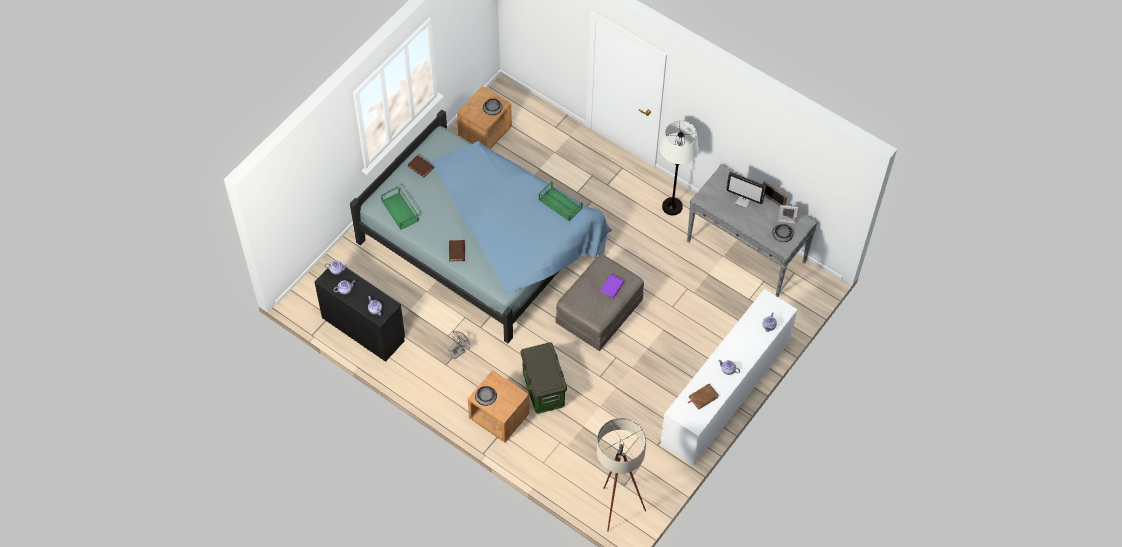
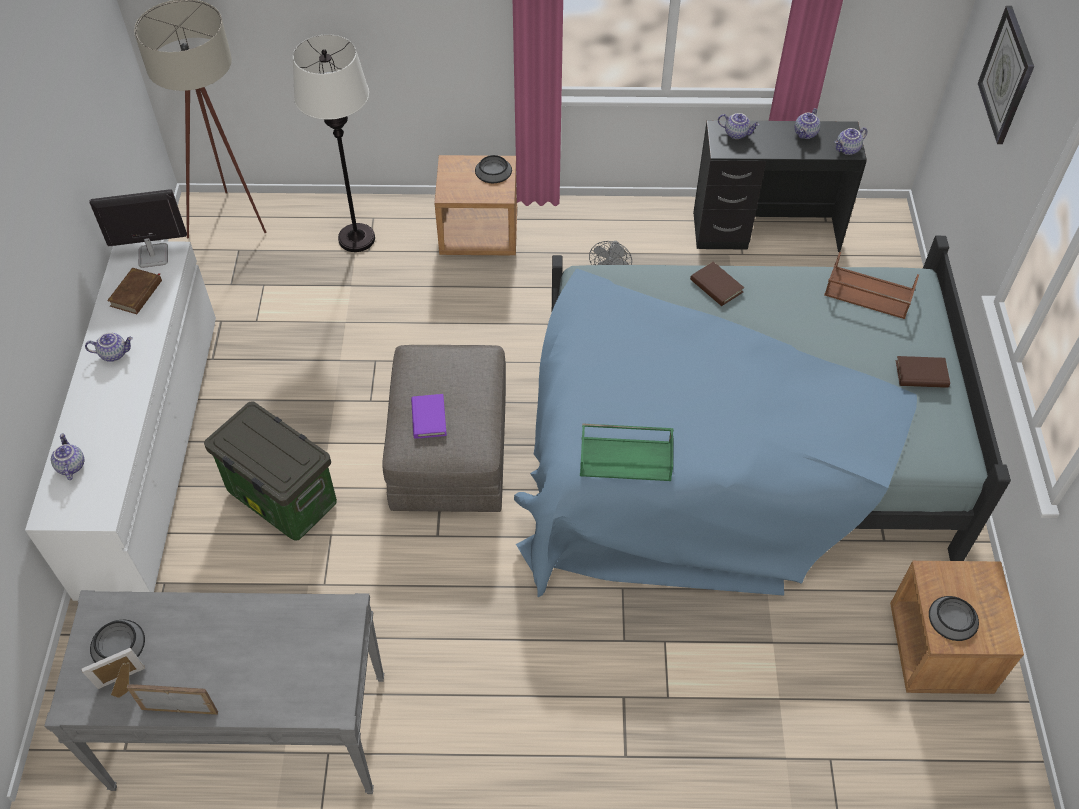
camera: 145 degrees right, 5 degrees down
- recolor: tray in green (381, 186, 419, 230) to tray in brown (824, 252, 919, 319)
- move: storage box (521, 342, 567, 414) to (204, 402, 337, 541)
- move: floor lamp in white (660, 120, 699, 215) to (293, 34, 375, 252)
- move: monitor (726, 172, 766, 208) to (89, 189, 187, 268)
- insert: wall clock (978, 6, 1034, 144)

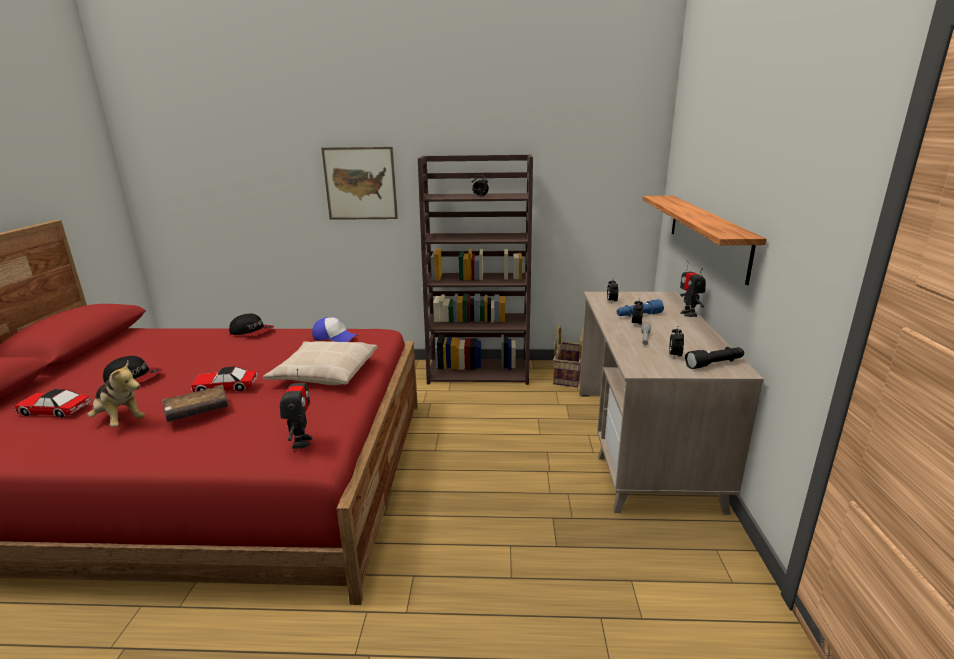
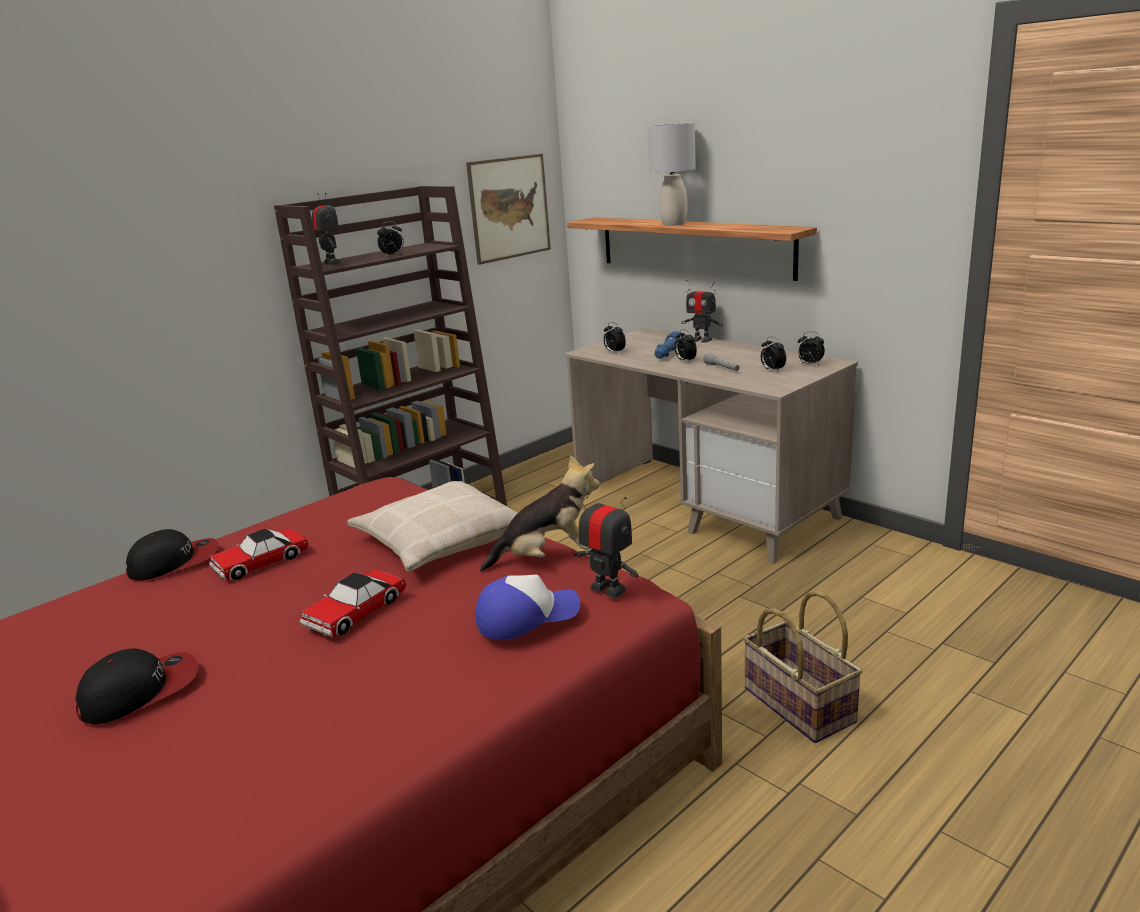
camera: 45 degrees left, 0 degrees up
- move: toy car (14, 389, 92, 418) to (209, 528, 309, 580)
- move: plush toy (87, 361, 145, 427) to (480, 455, 600, 572)
- delete: book in brown (162, 385, 229, 422)
- move: cap (312, 317, 358, 342) to (475, 575, 580, 640)
- move: picture (321, 147, 398, 220) to (466, 154, 551, 265)
- move: basket (553, 326, 583, 387) to (743, 591, 863, 743)
- replace: flashlight in black (685, 347, 744, 369) to alarm clock (798, 332, 825, 365)
- insert: toy robot (312, 193, 343, 265)
- insert: table lamp in grey (648, 122, 696, 226)

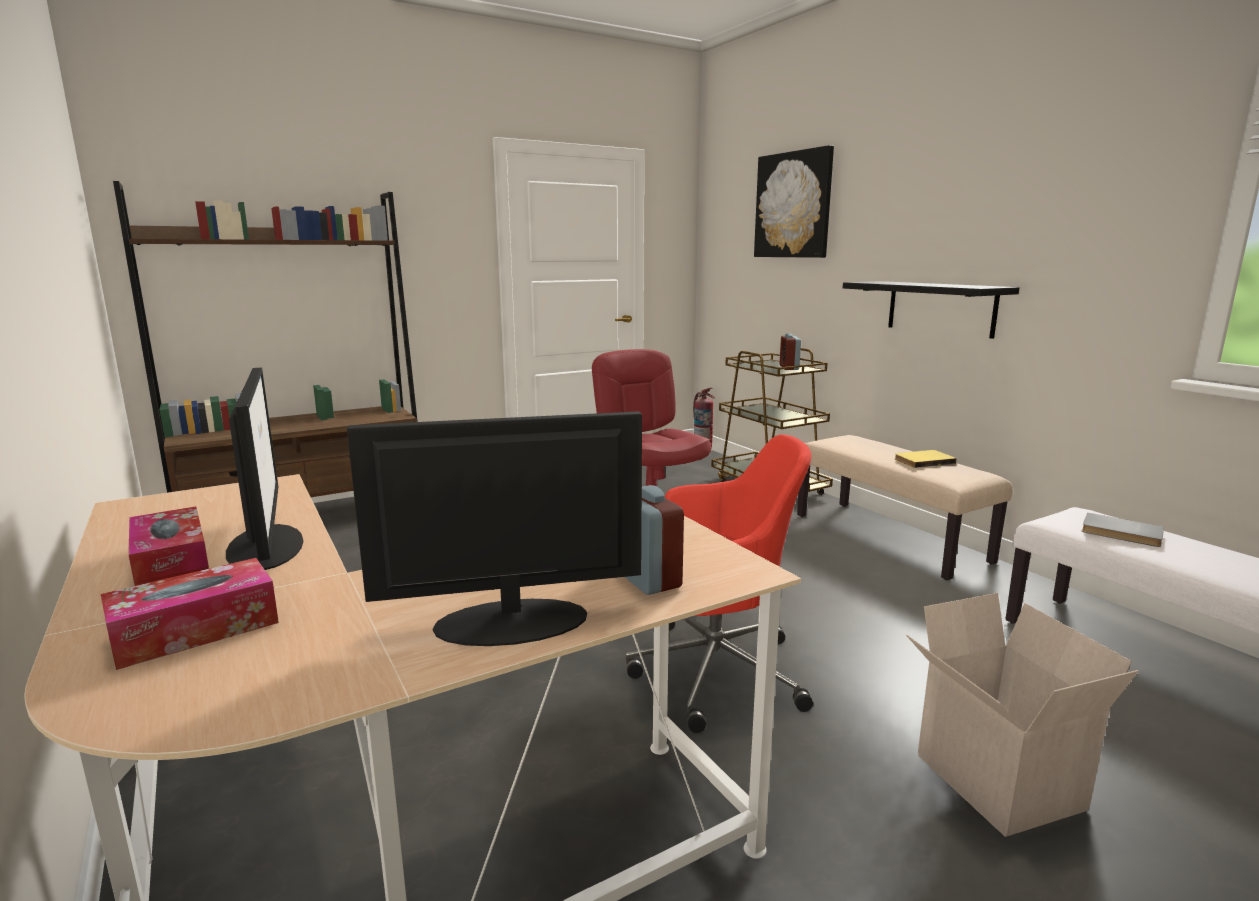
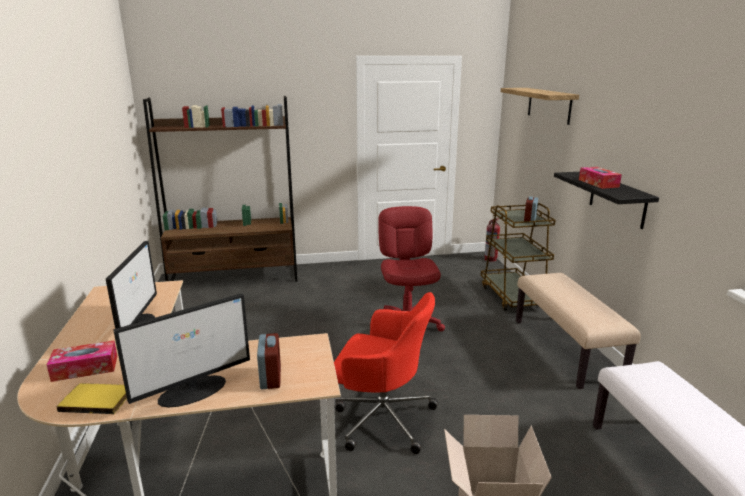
camera: 20 degrees right, 5 degrees up
- move: tissue box (128, 506, 209, 586) to (579, 167, 622, 189)
- rotate: monitor (347, 411, 642, 646) = (113, 293, 250, 408) 135 degrees clockwise
- replace: picture (754, 145, 834, 258) to shelf (501, 88, 579, 125)
- move: book in yellow (894, 450, 957, 468) to (56, 383, 127, 414)
- delete: book in grey (1082, 513, 1164, 547)

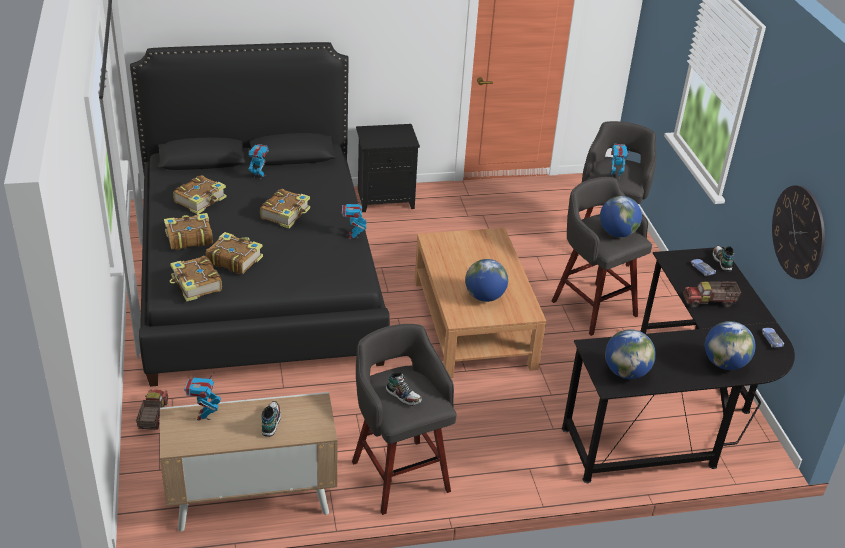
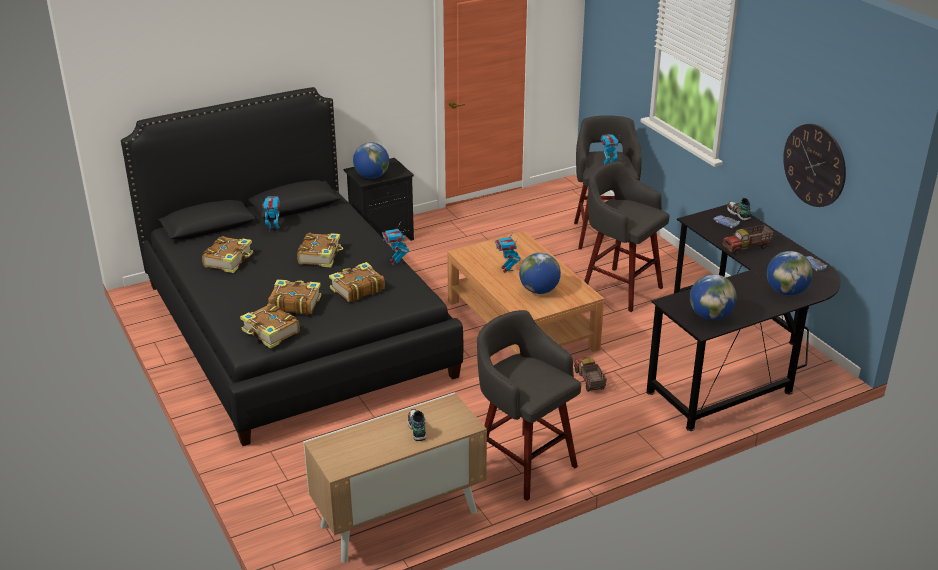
camera: 15 degrees left, 5 degrees down
- move: toy truck (136, 390, 168, 430) to (574, 358, 607, 392)
- move: book (164, 213, 213, 250) to (329, 262, 385, 302)
- move: toy robot (184, 371, 221, 420) to (495, 232, 521, 273)
- delete: shoe (386, 372, 422, 406)
- move: globe (600, 196, 642, 237) to (353, 142, 389, 179)

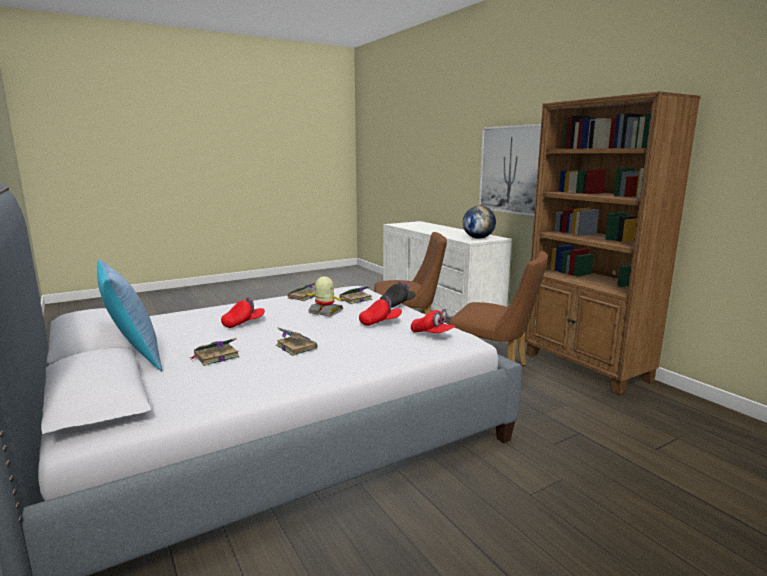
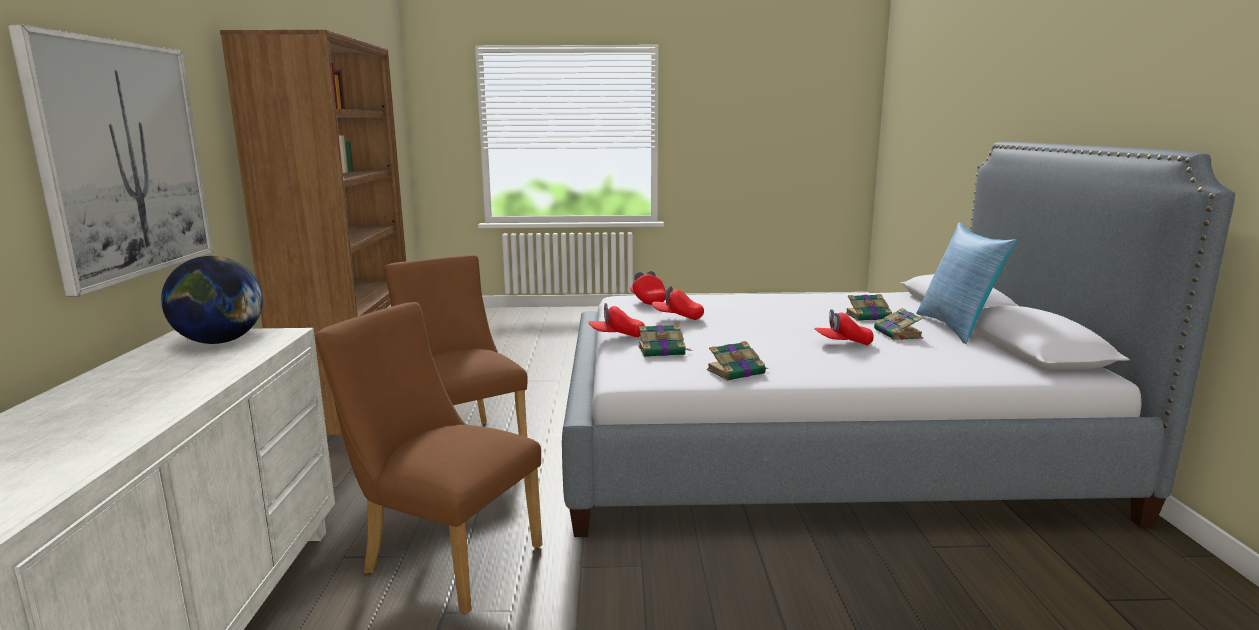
camera: 150 degrees left, 0 degrees up
- move: book (276, 327, 318, 356) to (874, 308, 923, 340)
- delete: toy robot (305, 276, 344, 317)
- recolor: cap in black (380, 281, 416, 308) to cap in red (588, 303, 645, 337)

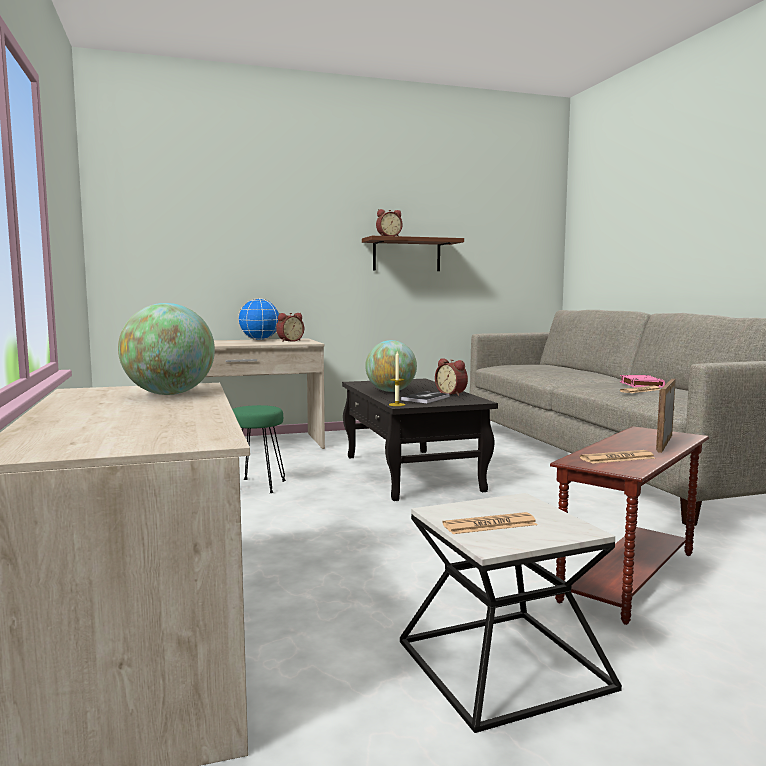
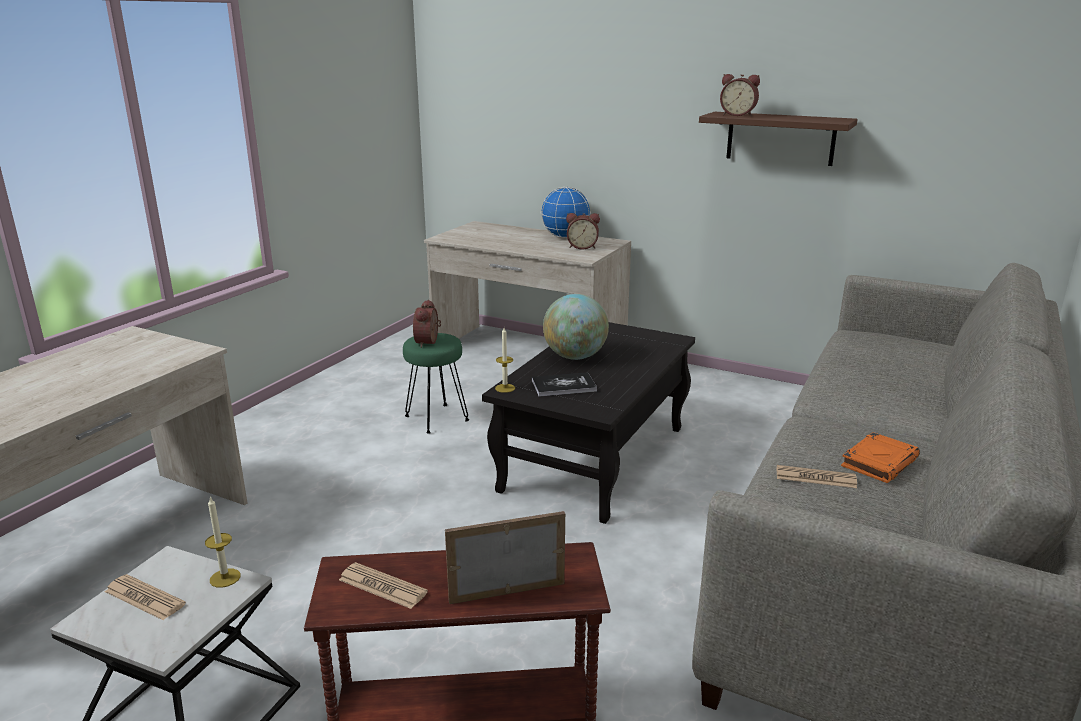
camera: 45 degrees right, 15 degrees up
- delete: globe (118, 303, 215, 395)
- move: alarm clock (435, 358, 468, 396) to (413, 299, 441, 348)
- recolor: book in pink (620, 375, 665, 387) to book in orange (841, 432, 920, 483)
- insert: candle (205, 496, 241, 588)

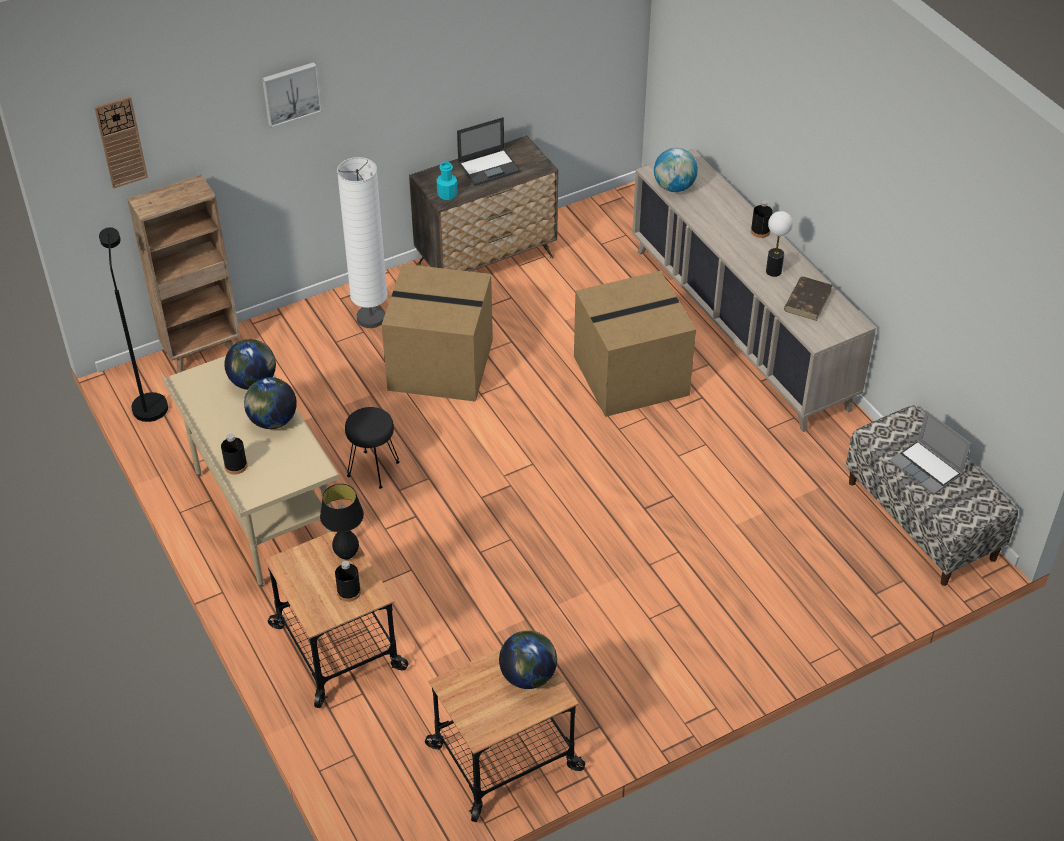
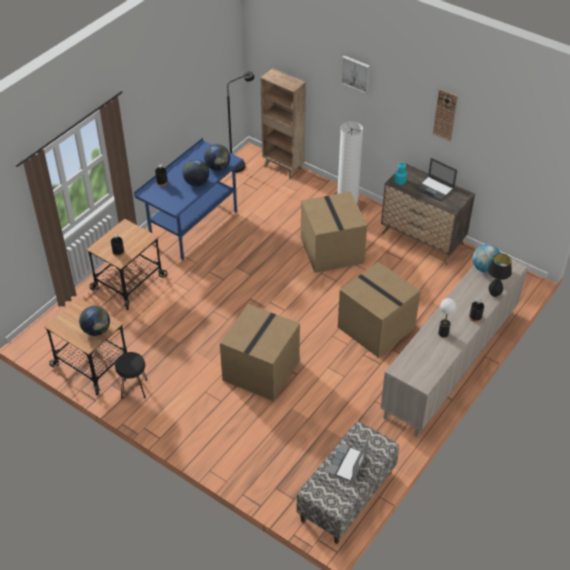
camera: 65 degrees right, 0 degrees up
- move: wall clock (94, 96, 148, 188) to (433, 89, 458, 141)
- recolor: desk in beige (162, 356, 340, 587) to desk in blue (134, 138, 243, 261)
- move: table lamp in black (320, 484, 364, 560) to (488, 254, 512, 297)
- move: stool in black (345, 407, 400, 489) to (115, 352, 148, 399)
- delete: book in brown (784, 276, 833, 321)
- insert: cardboard box (220, 304, 300, 401)

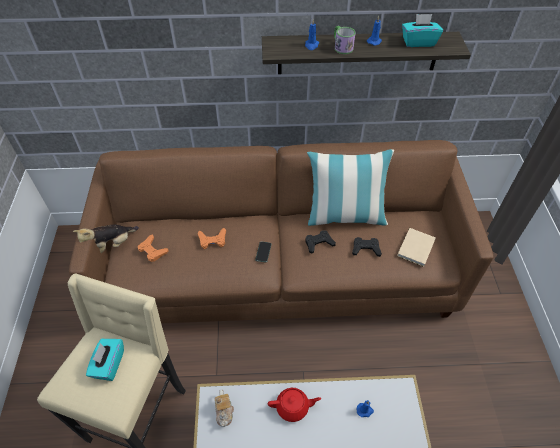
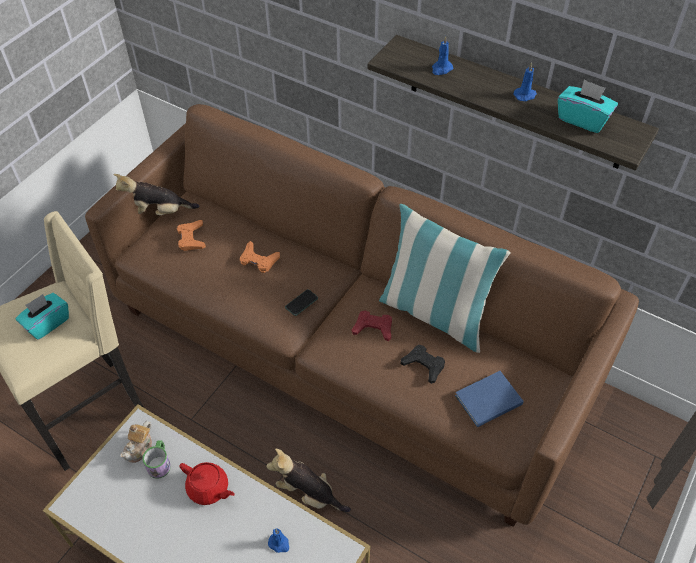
camera: 35 degrees right, 0 degrees up
- recolor: game controller in black (305, 230, 336, 254) to game controller in red (352, 311, 392, 341)
- move: mug (334, 26, 356, 54) to (142, 440, 171, 479)
- recolor: book in beige (397, 228, 436, 267) to book in blue (455, 371, 524, 427)
- insert: plush toy (266, 449, 351, 512)

